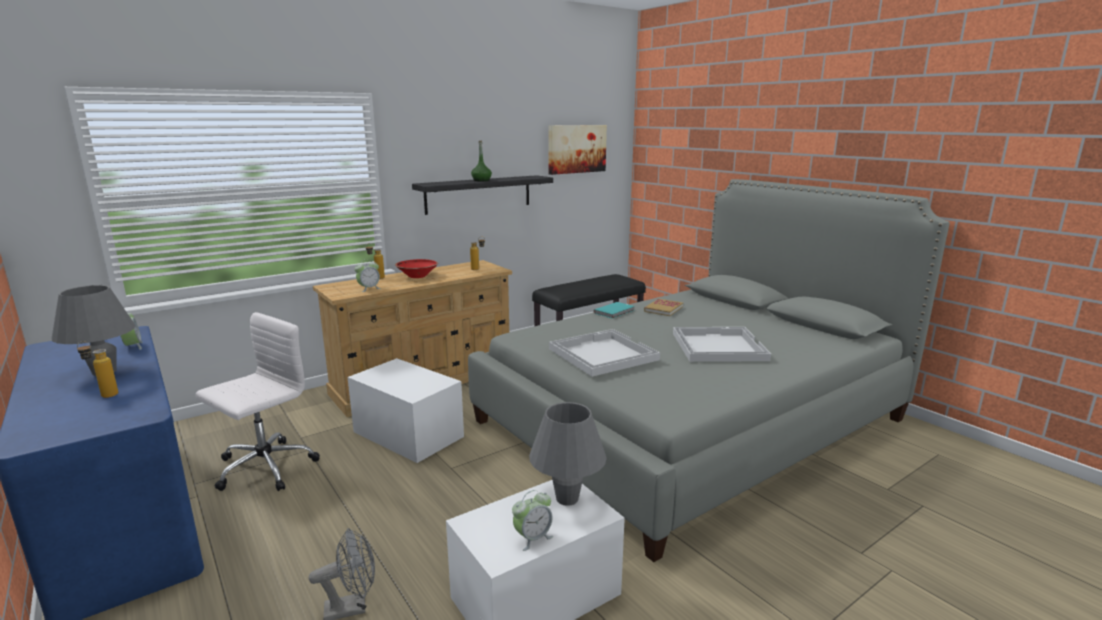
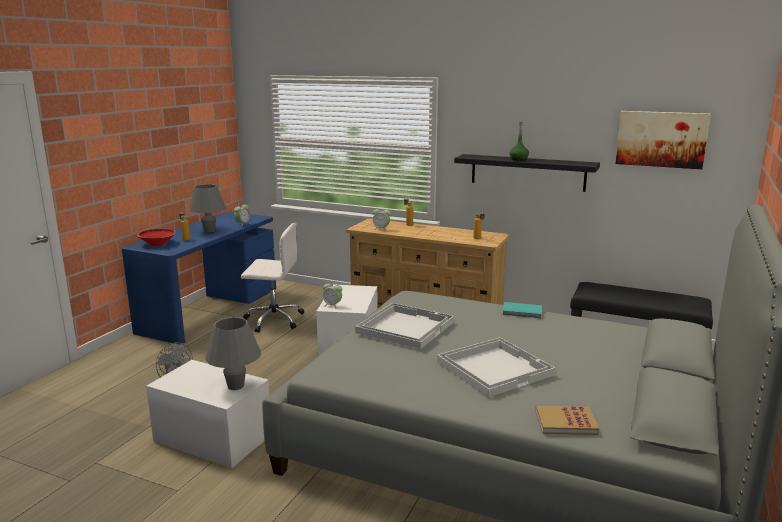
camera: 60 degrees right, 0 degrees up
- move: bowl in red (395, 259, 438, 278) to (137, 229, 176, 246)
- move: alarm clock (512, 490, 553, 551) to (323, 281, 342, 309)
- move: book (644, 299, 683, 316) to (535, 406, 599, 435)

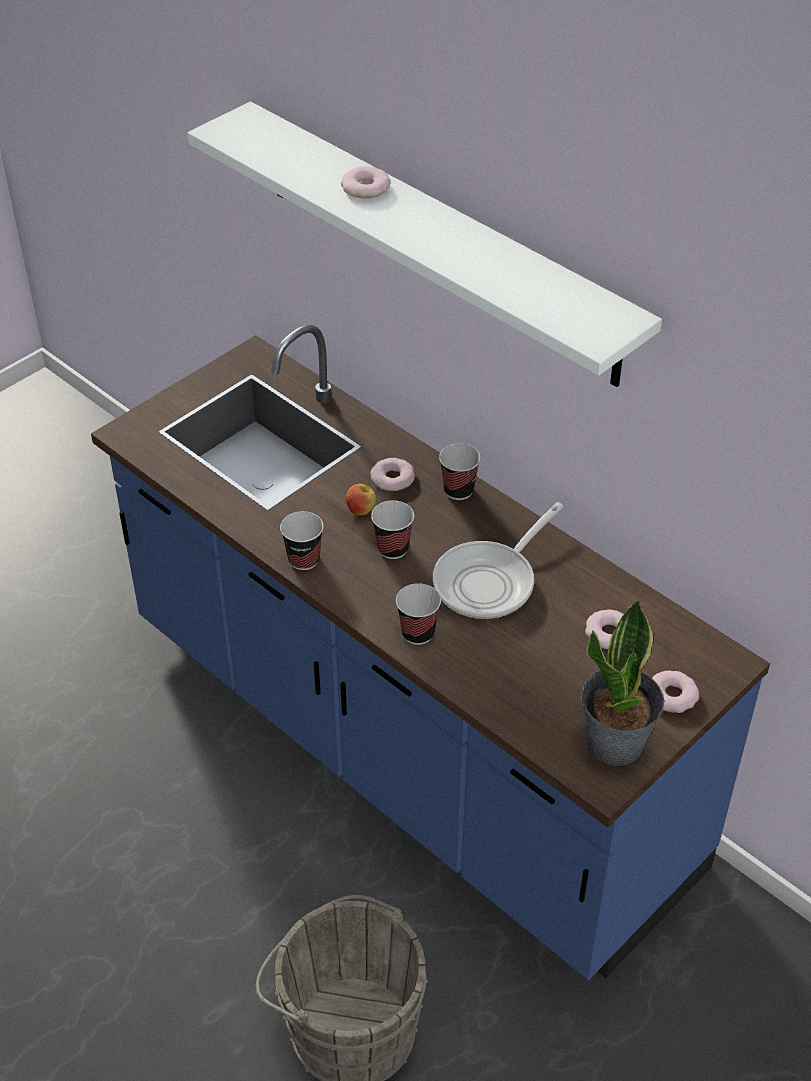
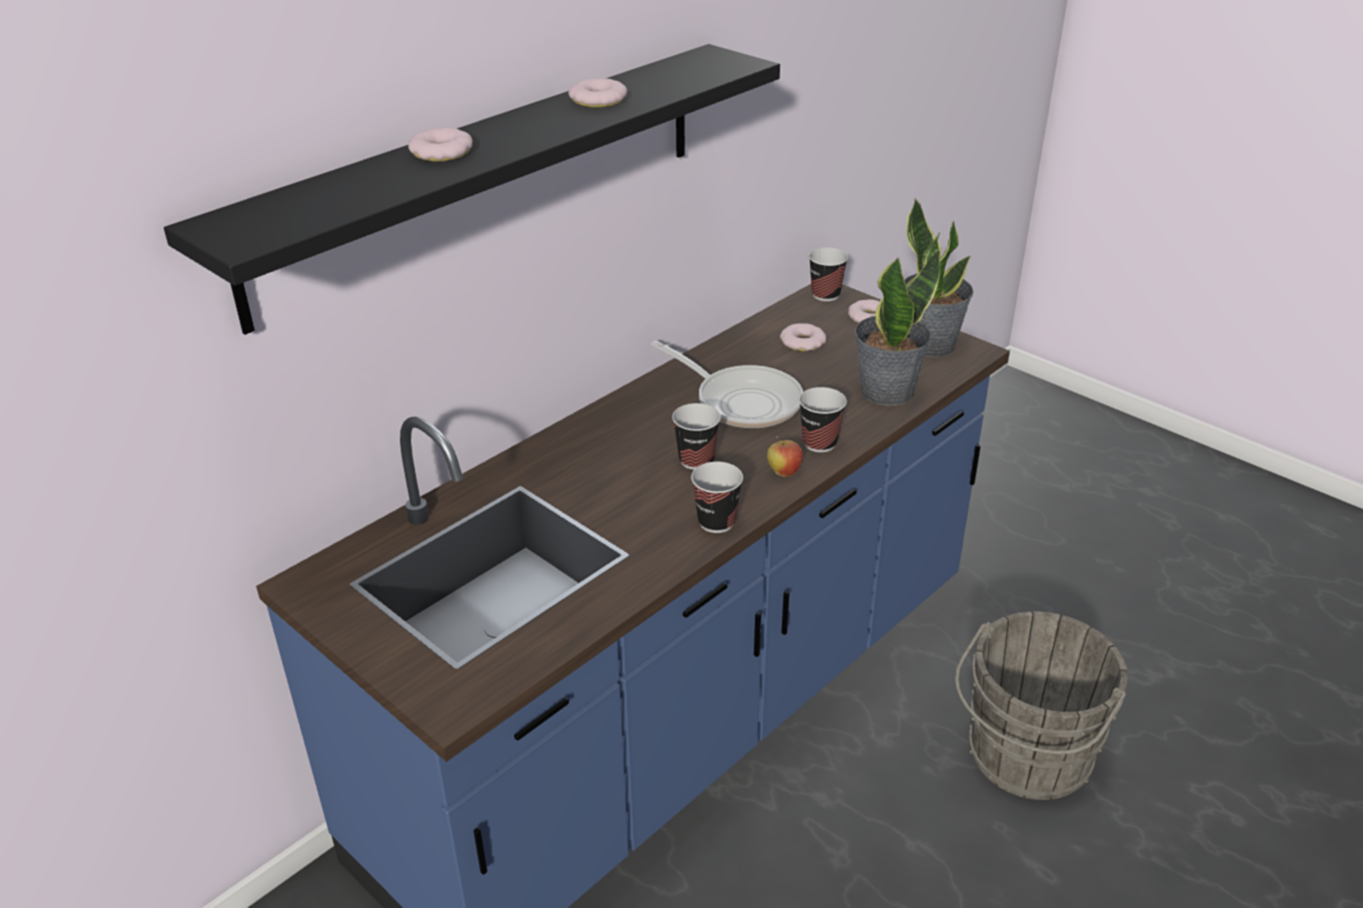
camera: 90 degrees left, 10 degrees down
- recolor: shelf in white (187, 101, 662, 387) to shelf in black (164, 44, 780, 335)
- move: apple (346, 484, 376, 515) to (767, 436, 803, 477)
- move: donut (370, 458, 415, 491) to (568, 78, 627, 108)
- move: cup (439, 443, 481, 500) to (809, 247, 848, 301)
- insert: potted plant (854, 248, 940, 406)

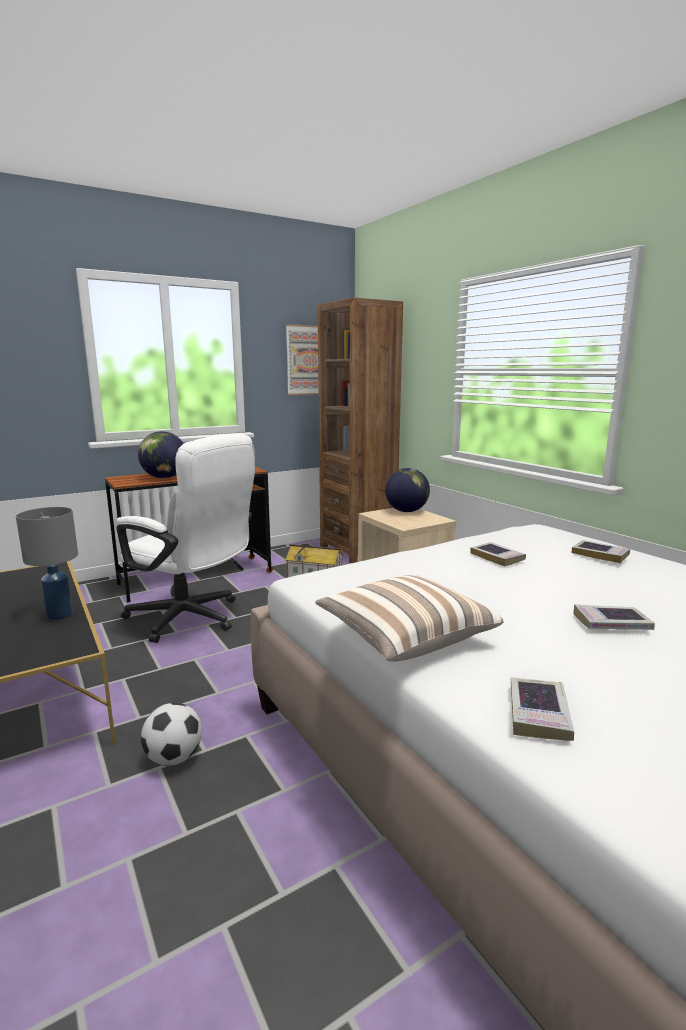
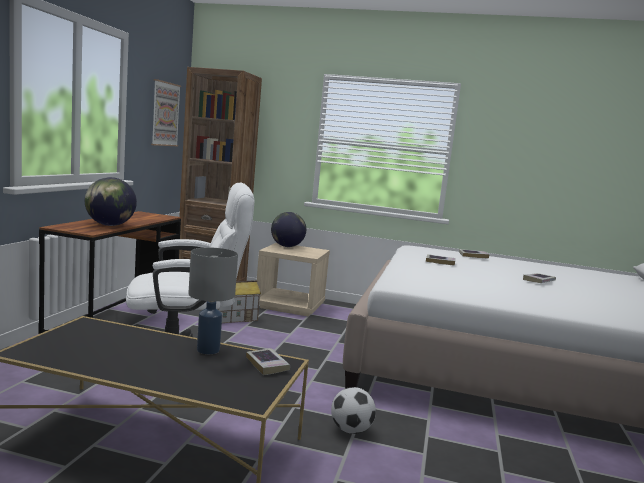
camera: 45 degrees left, 5 degrees down
- delete: pillow (315, 575, 504, 662)
- move: book (511, 677, 574, 741) to (246, 348, 290, 375)

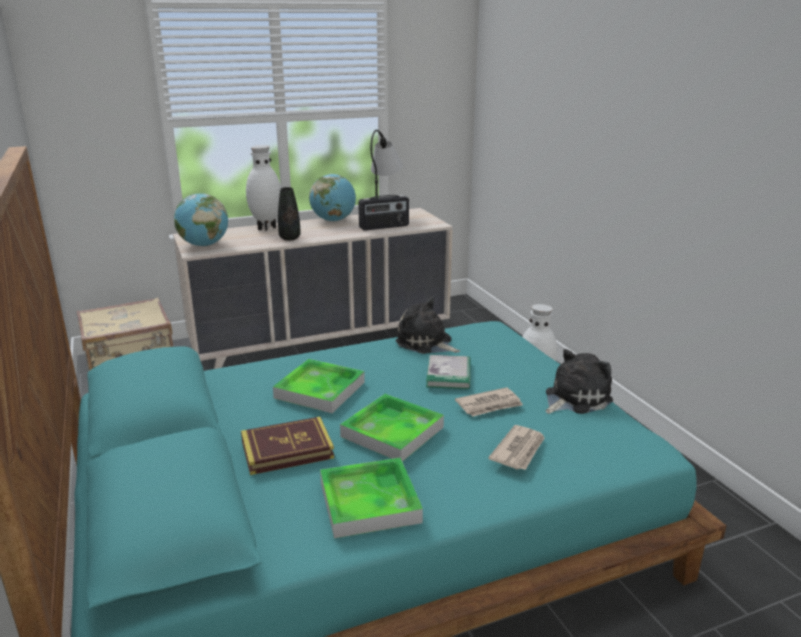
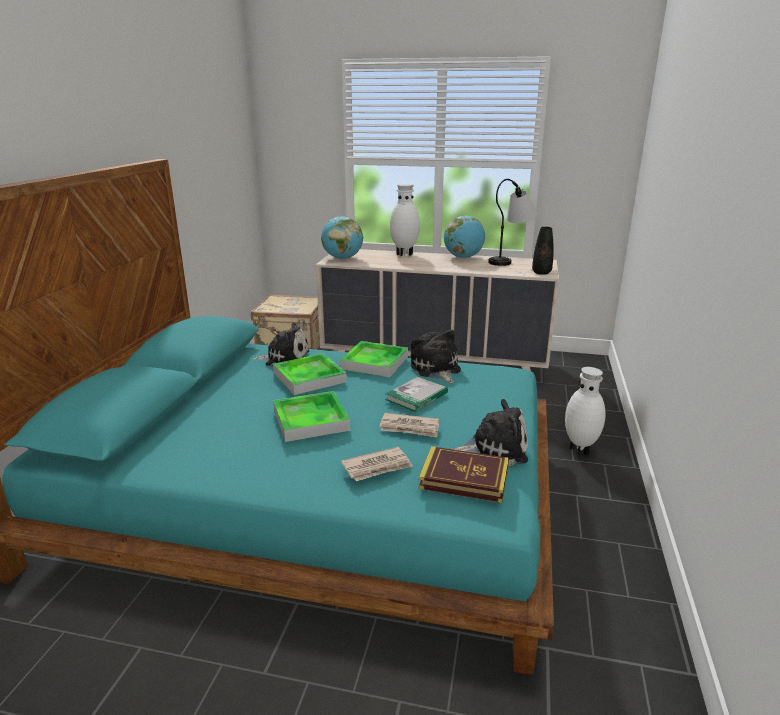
camera: 35 degrees right, 0 degrees up
- move: book (241, 417, 334, 475) to (419, 446, 509, 503)
- move: vase in black (278, 187, 301, 240) to (532, 227, 554, 275)
- move: tray (320, 458, 423, 539) to (340, 341, 408, 377)
- delete: radio (358, 195, 409, 231)
- insert: plush toy (253, 322, 309, 366)

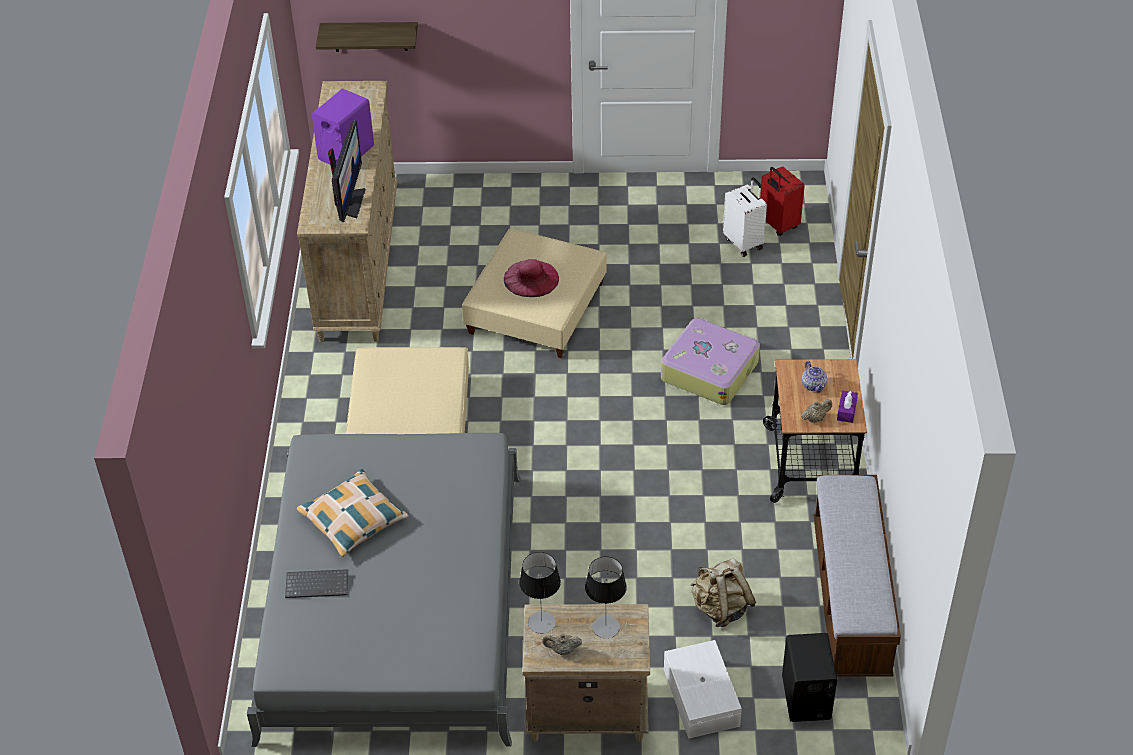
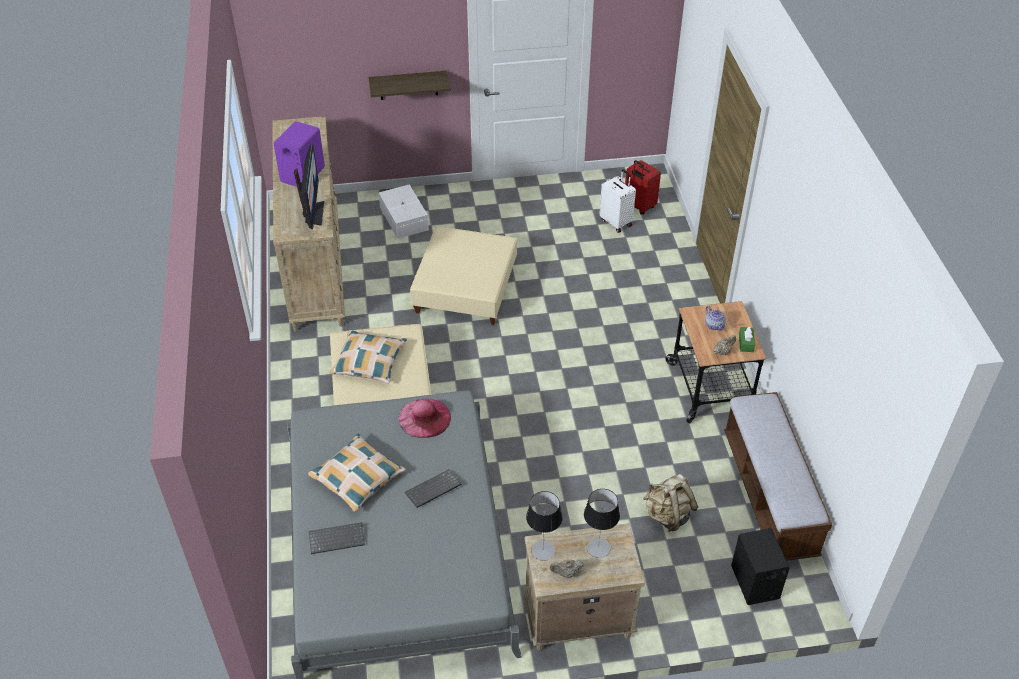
camera: 10 degrees left, 0 degrees up
- move: shelf (316, 22, 418, 52) to (369, 71, 450, 100)
- move: hat in pink (504, 259, 559, 297) to (398, 398, 451, 438)
- delete: suitcase (661, 318, 760, 405)
- move: storage box in white (664, 640, 742, 739) to (379, 185, 429, 239)
- recolor: tissue box in purple (837, 390, 858, 423) to tissue box in green (739, 327, 755, 352)
- insert: pillow (329, 330, 407, 384)
- insert: keyboard (405, 469, 462, 508)

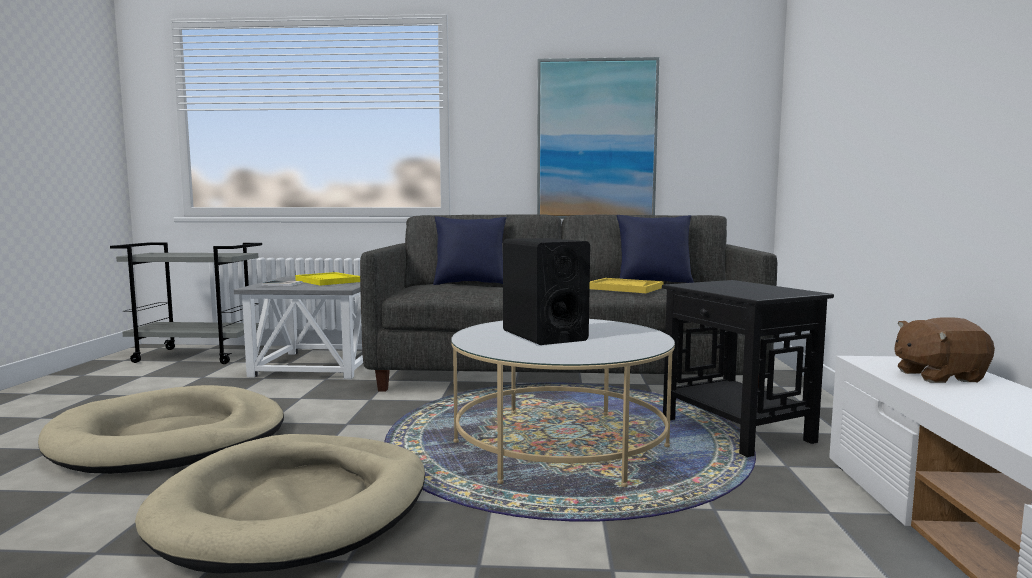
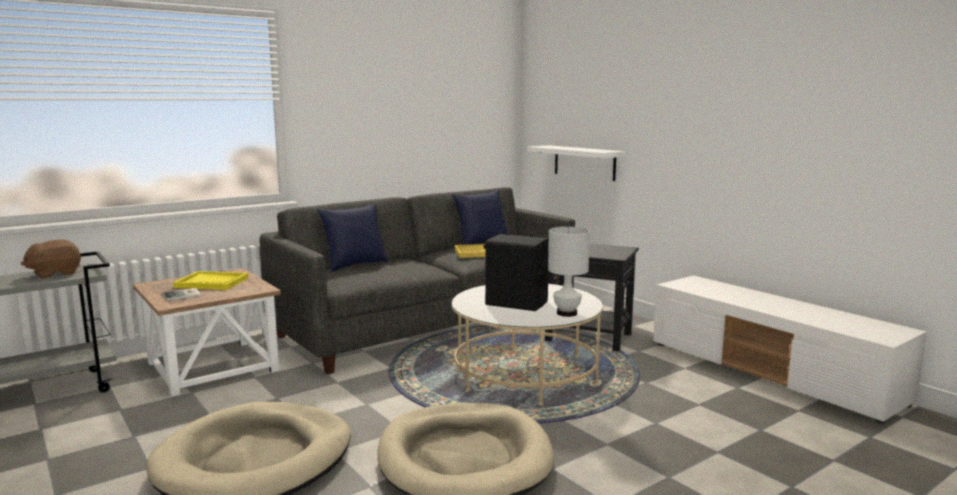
camera: 40 degrees left, 5 degrees up
- recolor: side table in grey (234, 276, 363, 379) to side table in brown (133, 268, 281, 397)
- delete: picture (537, 57, 659, 219)
- move: plush toy in brown (894, 317, 995, 383) to (21, 240, 81, 279)
- insert: shelf in white (528, 145, 625, 181)
- insert: table lamp in white (548, 227, 590, 317)

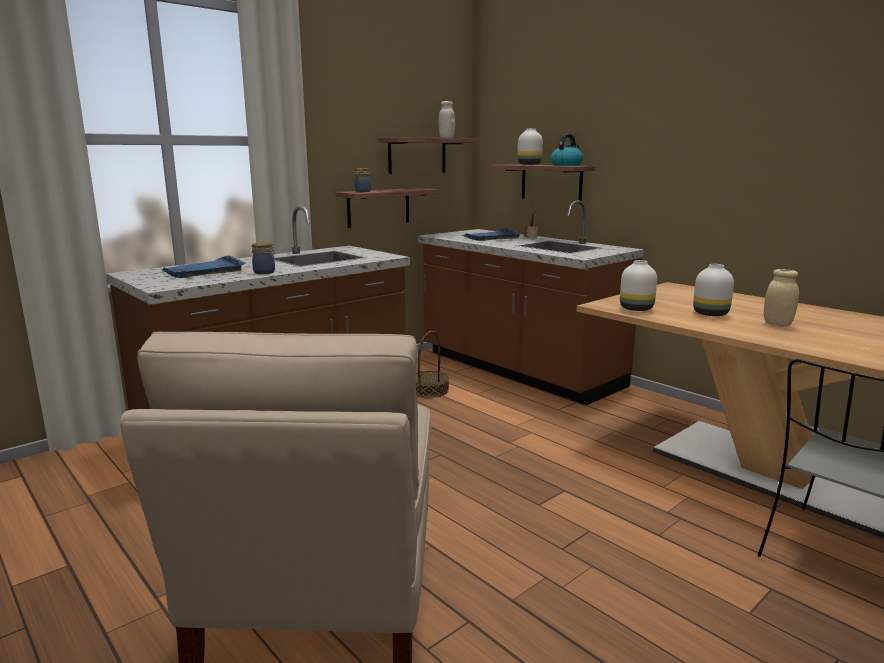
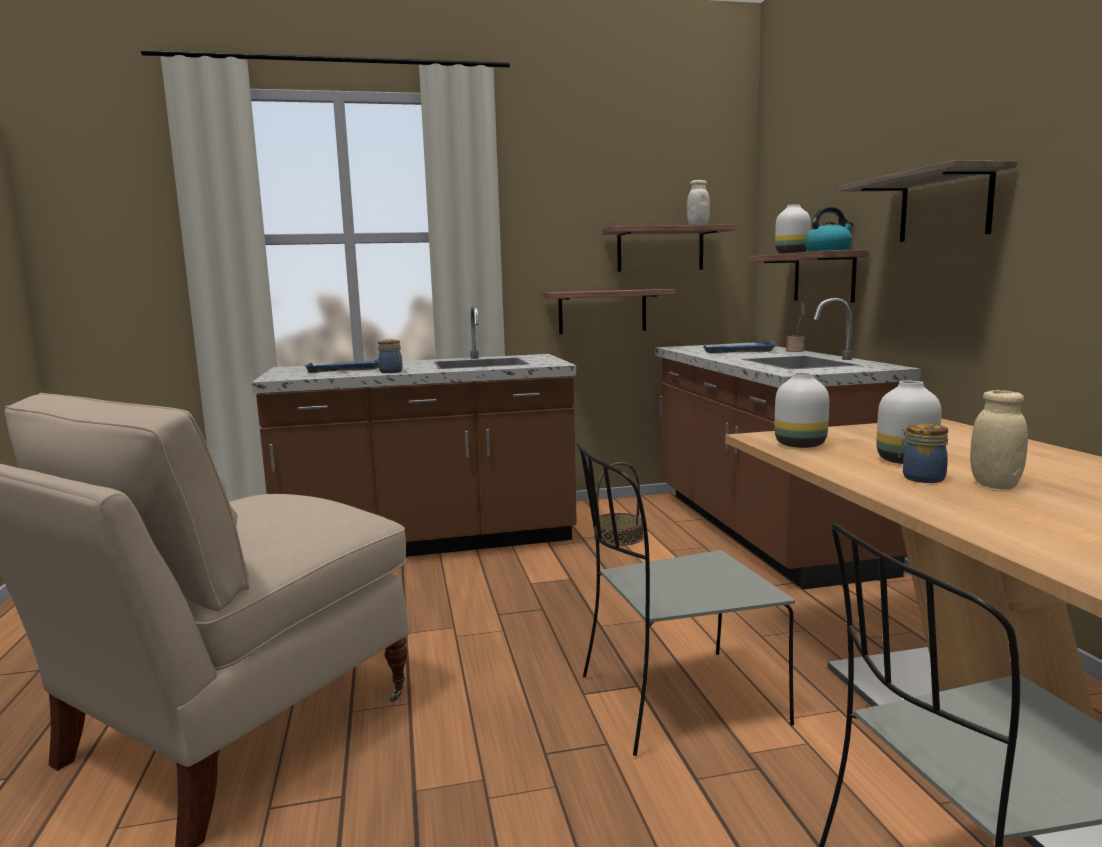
camera: 30 degrees right, 5 degrees down
- move: jar (352, 168, 371, 192) to (898, 424, 948, 483)
- insert: chair in grey (576, 443, 795, 756)
- insert: shelf (838, 160, 1017, 242)

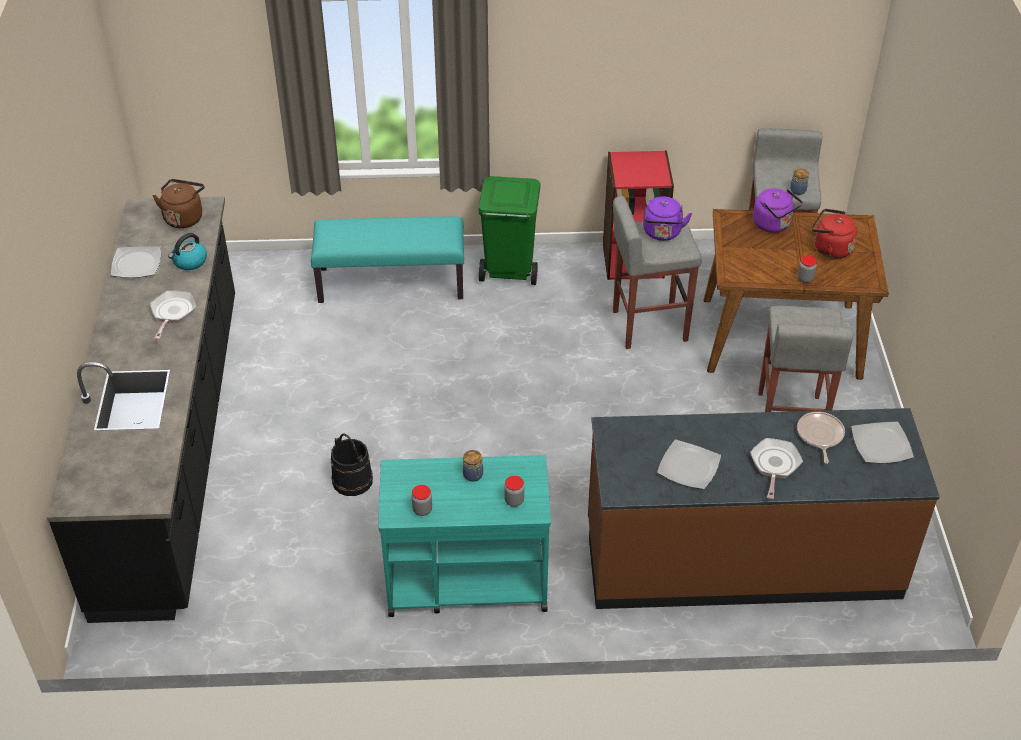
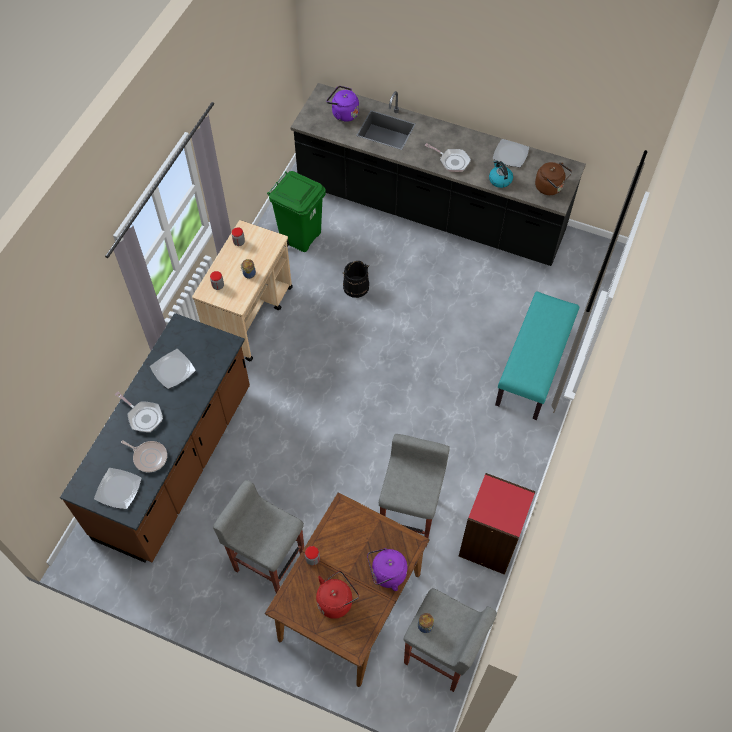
camera: 115 degrees right, 15 degrees up
- recolor: cart in turquoise (378, 455, 551, 617) to cart in beige (192, 220, 293, 361)
- move: trash can in green (478, 176, 541, 285) to (267, 171, 326, 252)
- move: kettle in purple (643, 196, 692, 241) to (326, 86, 359, 122)

